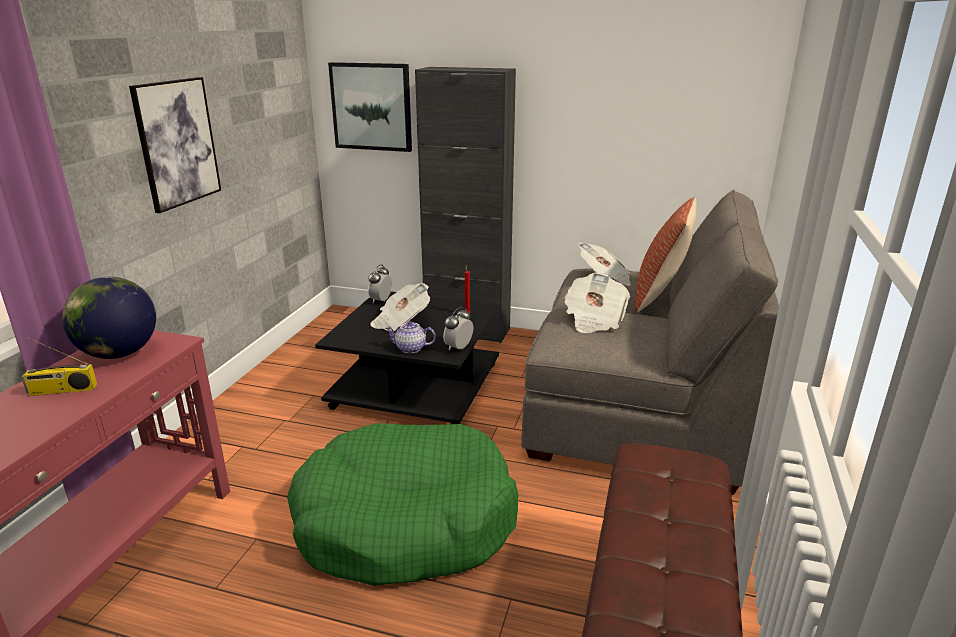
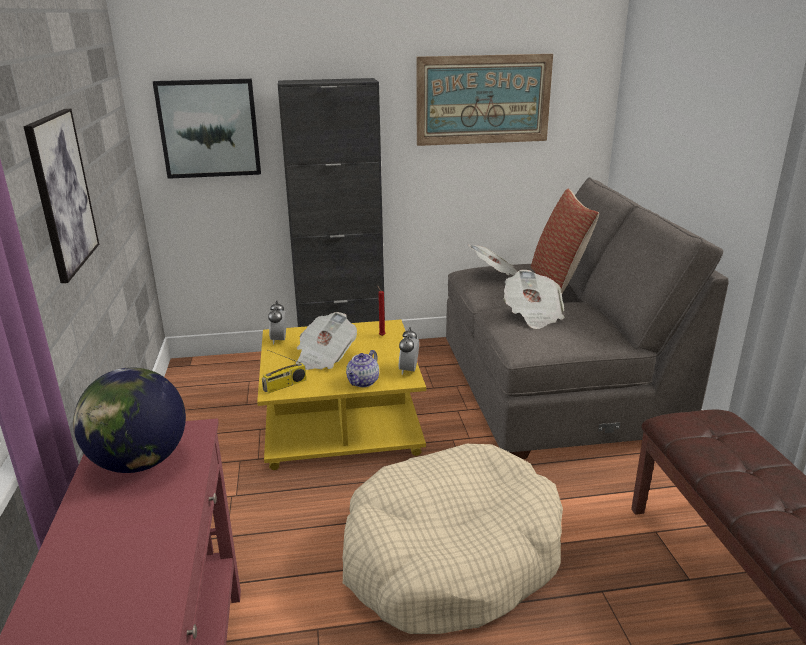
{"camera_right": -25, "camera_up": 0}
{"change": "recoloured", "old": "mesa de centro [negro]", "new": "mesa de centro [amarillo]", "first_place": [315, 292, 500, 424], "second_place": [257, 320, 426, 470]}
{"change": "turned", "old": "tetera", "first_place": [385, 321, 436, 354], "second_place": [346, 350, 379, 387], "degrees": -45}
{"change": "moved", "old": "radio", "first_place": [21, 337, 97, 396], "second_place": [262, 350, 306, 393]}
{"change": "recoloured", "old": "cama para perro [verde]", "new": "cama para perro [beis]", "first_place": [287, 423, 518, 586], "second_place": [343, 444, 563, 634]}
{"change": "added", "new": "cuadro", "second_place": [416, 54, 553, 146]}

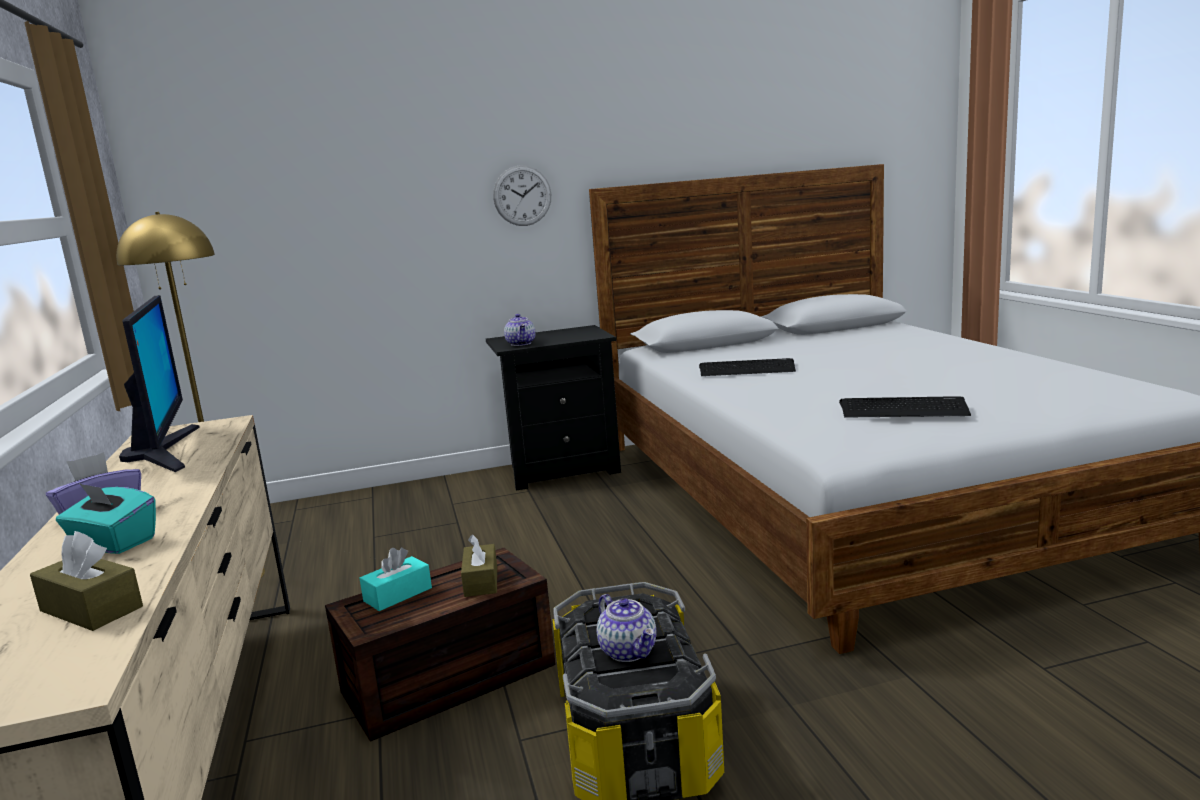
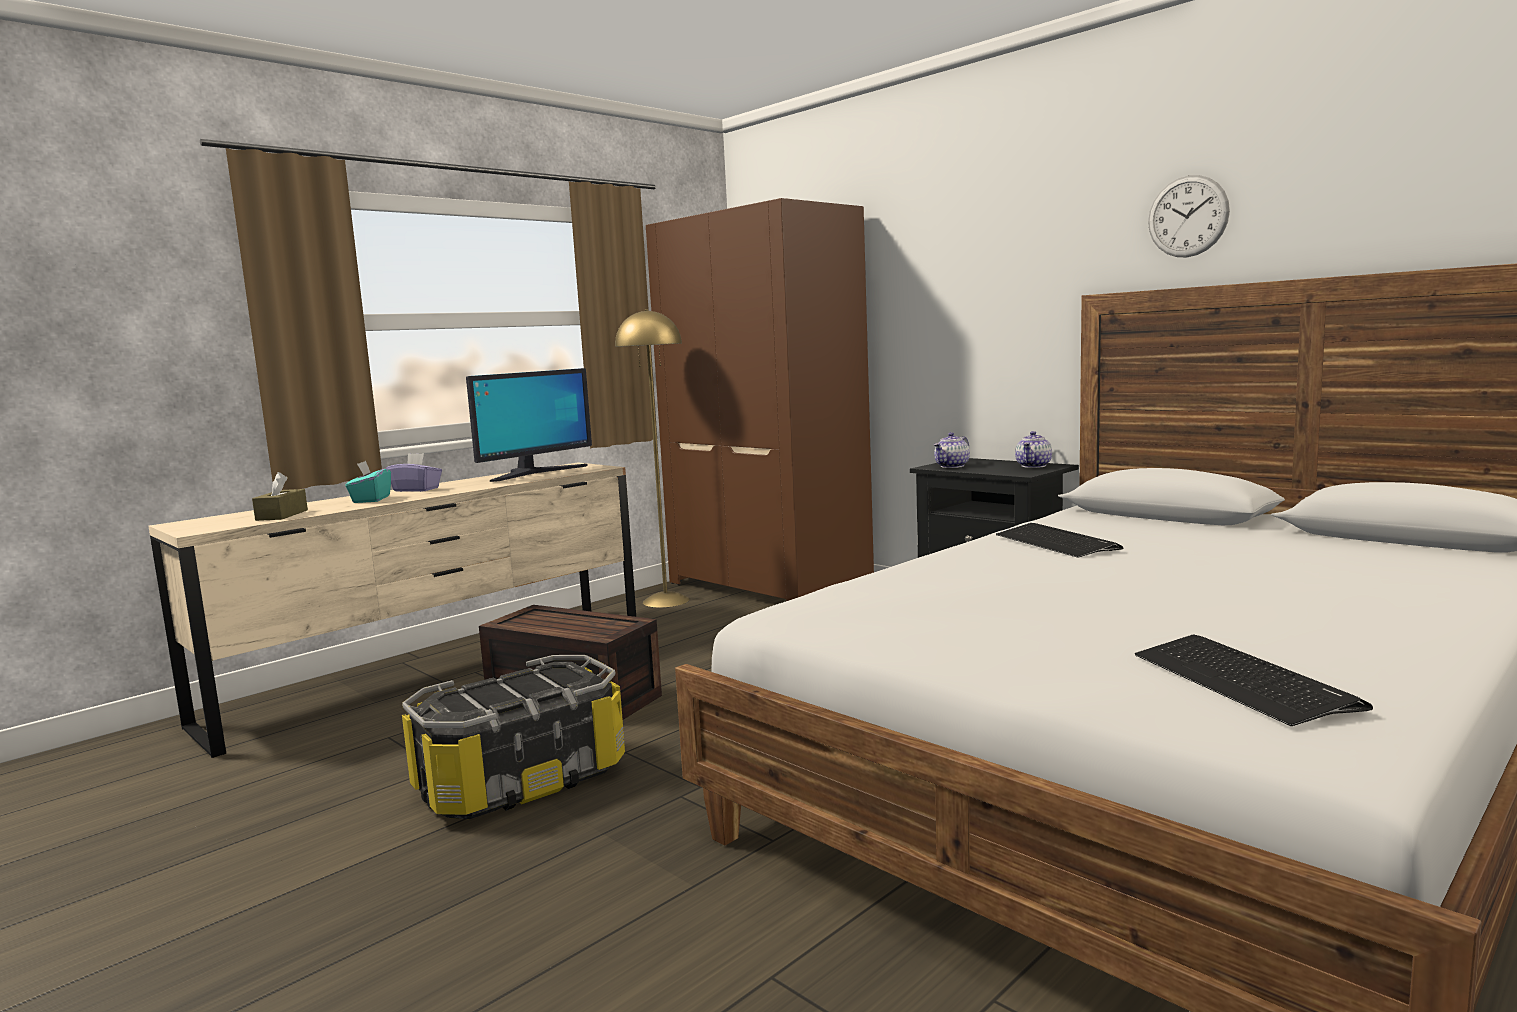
{"camera_right": 60, "camera_up": -5}
{"change": "moved", "old": "reloj de pared", "first_place": [493, 165, 551, 226], "second_place": [1148, 175, 1230, 257]}
{"change": "moved", "old": "teclado", "first_place": [839, 396, 971, 418], "second_place": [1135, 635, 1373, 726]}
{"change": "removed", "old": "caja de pañuelos [marrón]", "first_place": [461, 534, 497, 597]}
{"change": "removed", "old": "caja de pañuelos [turquesa]", "first_place": [359, 548, 432, 611]}
{"change": "moved", "old": "tetera", "first_place": [596, 594, 656, 662], "second_place": [1015, 431, 1052, 468]}
{"change": "added", "new": "armario ropero [marrón]", "second_place": [646, 198, 874, 601]}

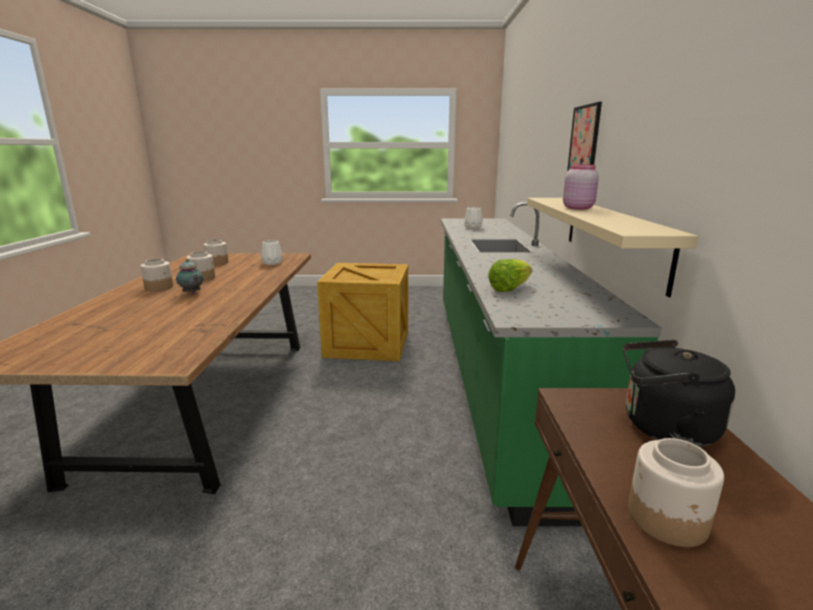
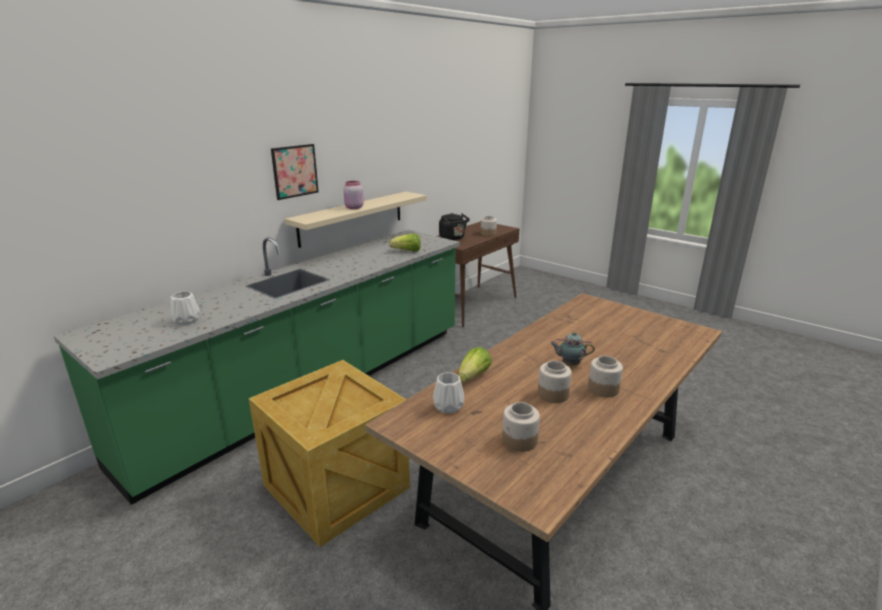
{"camera_right": -140, "camera_up": 5}
{"change": "turned", "old": "tetera", "first_place": [176, 259, 204, 294], "second_place": [550, 332, 595, 365], "degrees": -75}
{"change": "added", "new": "lechuga", "second_place": [459, 347, 492, 382]}

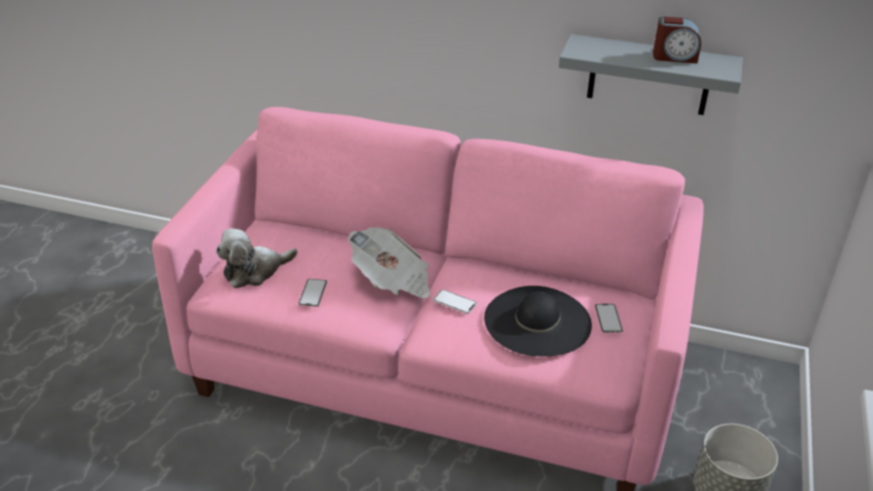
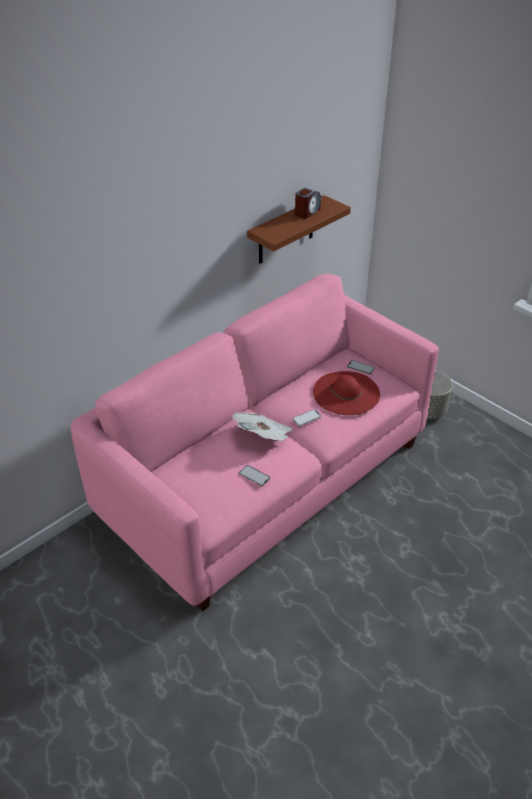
{"camera_right": -60, "camera_up": 5}
{"change": "recoloured", "old": "estante [gris]", "new": "estante [marrón]", "first_place": [559, 34, 743, 115], "second_place": [247, 195, 351, 264]}
{"change": "removed", "old": "peluche", "first_place": [216, 228, 298, 288]}
{"change": "recoloured", "old": "sombrero [negro]", "new": "sombrero [rojo]", "first_place": [484, 286, 592, 356], "second_place": [313, 371, 380, 415]}

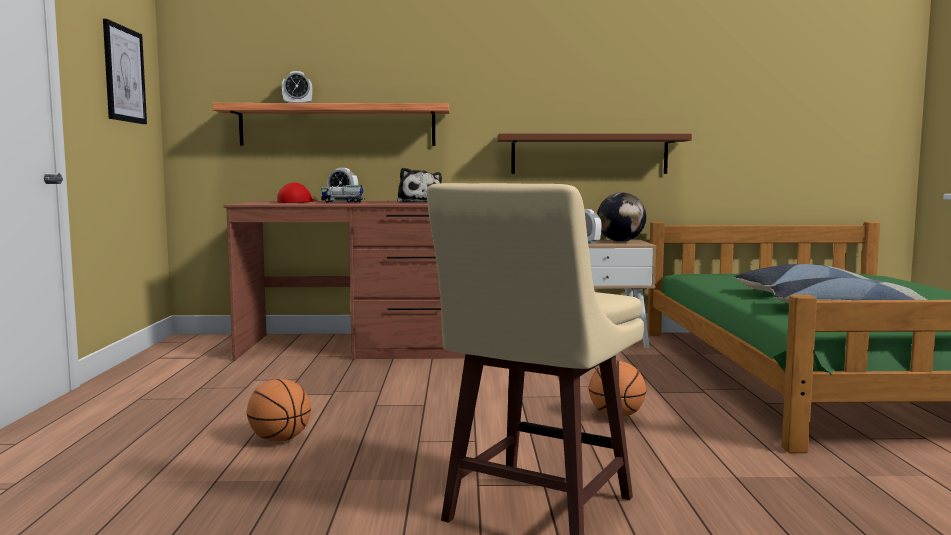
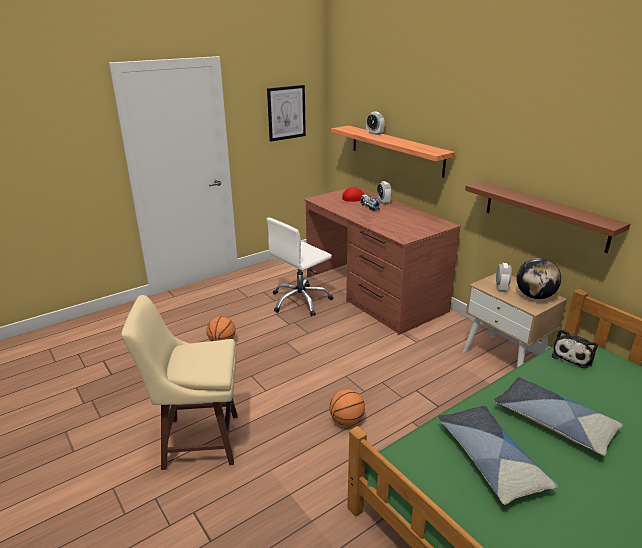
{"camera_right": 55, "camera_up": 20}
{"change": "moved", "old": "peluche", "first_place": [397, 168, 442, 203], "second_place": [552, 329, 598, 368]}
{"change": "added", "new": "silla de oficina [blanco]", "second_place": [267, 217, 333, 316]}

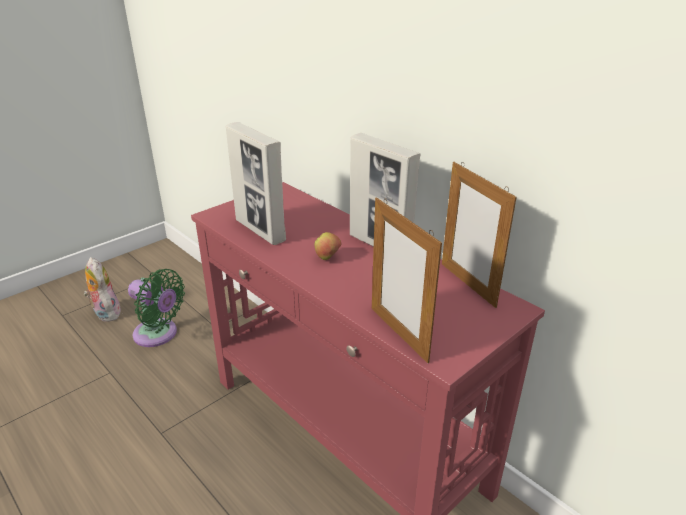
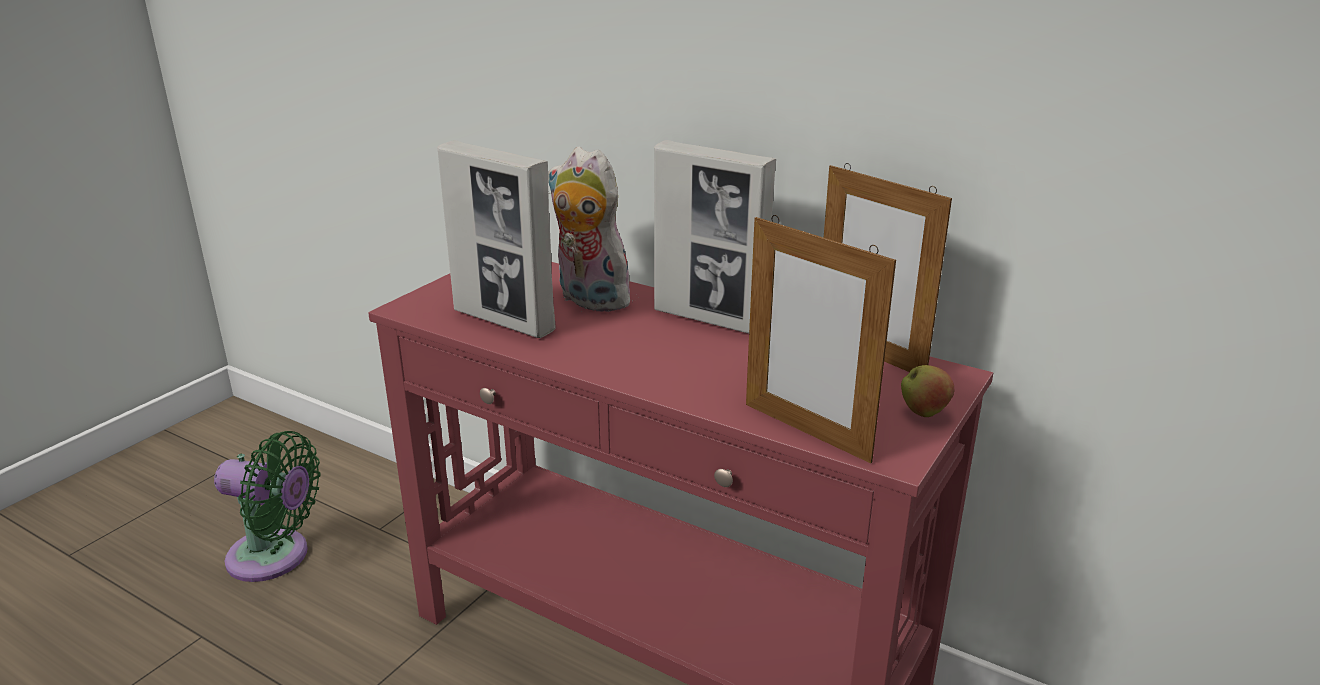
{"camera_right": -15, "camera_up": -5}
{"change": "moved", "old": "manzana", "first_place": [315, 232, 342, 260], "second_place": [901, 365, 955, 417]}
{"change": "moved", "old": "peluche", "first_place": [84, 257, 121, 322], "second_place": [548, 147, 637, 312]}

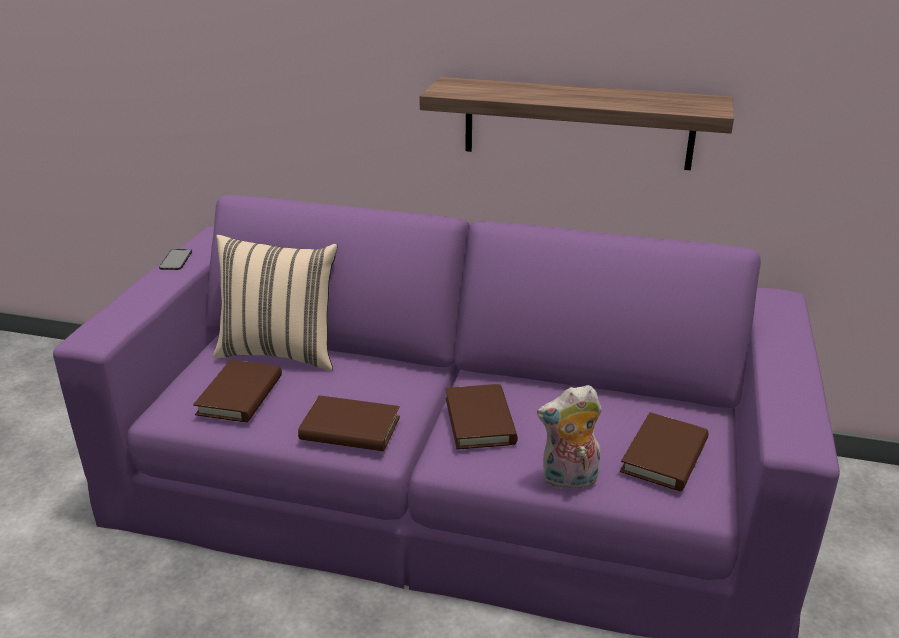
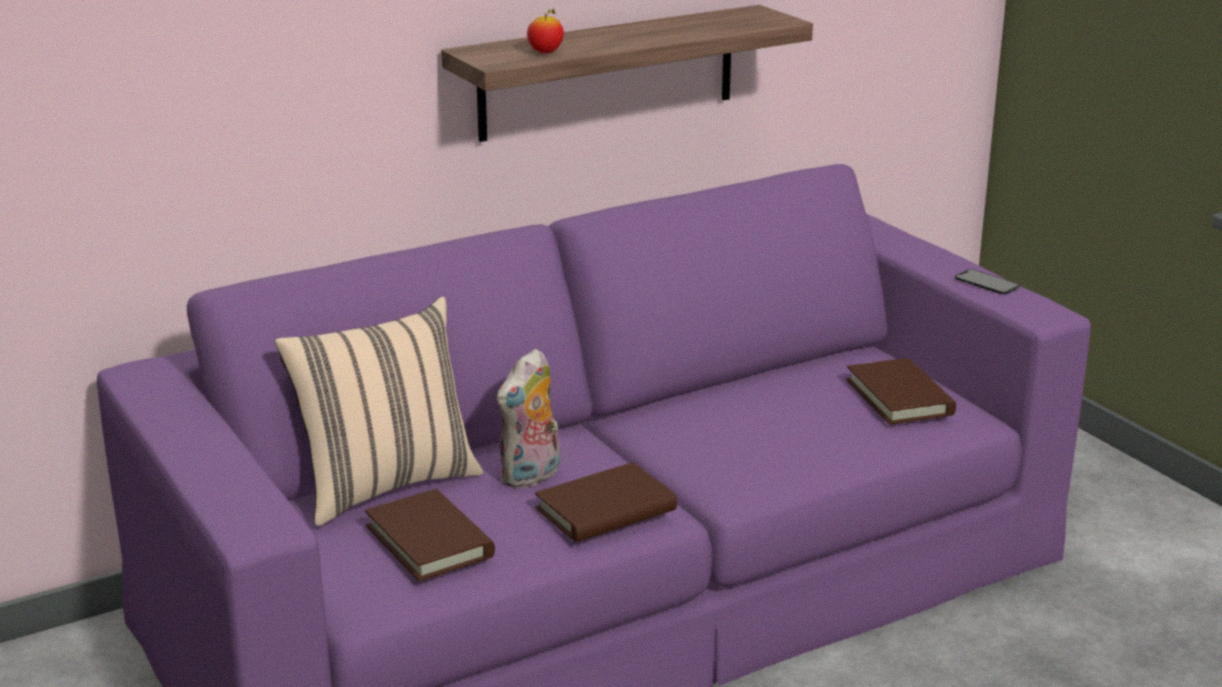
{"camera_right": -45, "camera_up": -5}
{"change": "moved", "old": "móvil", "first_place": [159, 249, 192, 270], "second_place": [955, 269, 1020, 295]}
{"change": "removed", "old": "libro [marrón]", "first_place": [446, 384, 518, 450]}
{"change": "moved", "old": "peluche", "first_place": [537, 385, 602, 491], "second_place": [497, 349, 560, 489]}
{"change": "added", "new": "manzana", "second_place": [527, 9, 564, 53]}

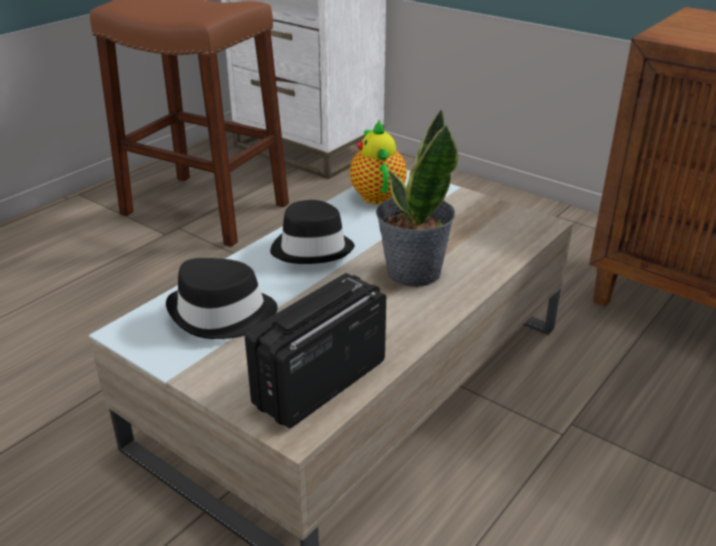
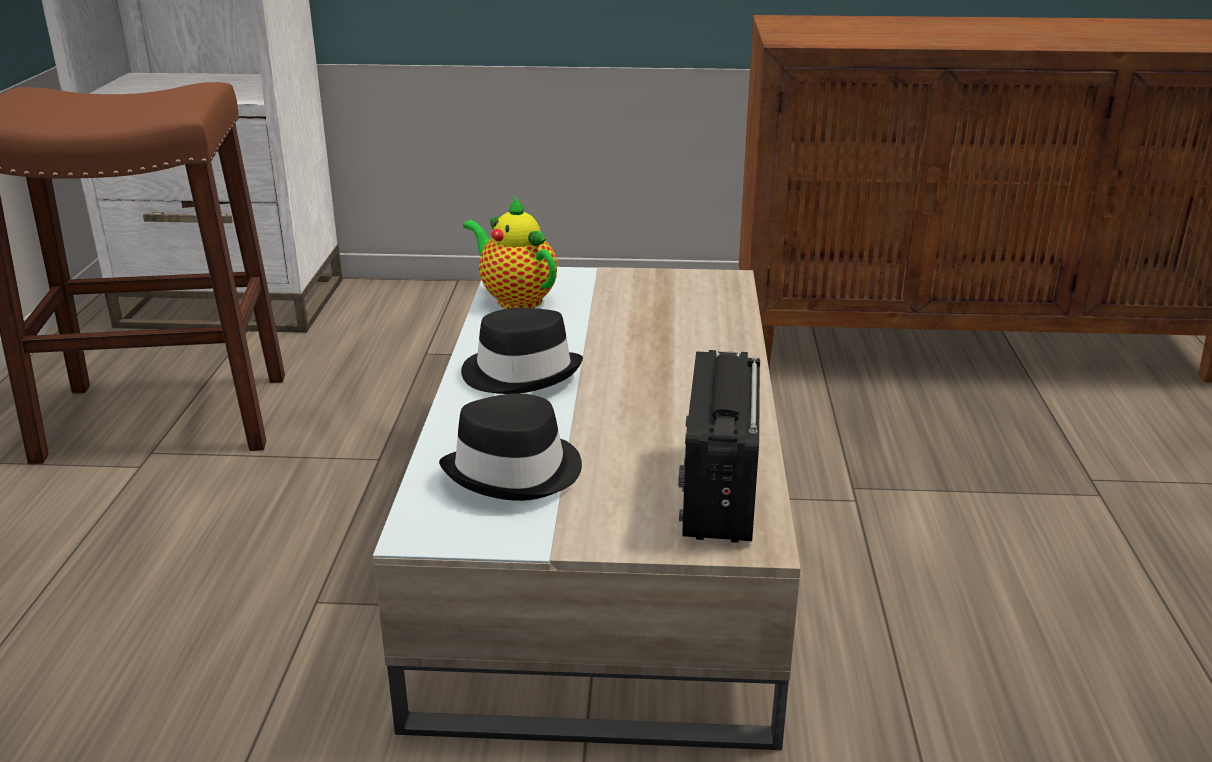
{"camera_right": -35, "camera_up": -5}
{"change": "removed", "old": "planta en maceta", "first_place": [376, 108, 458, 287]}

